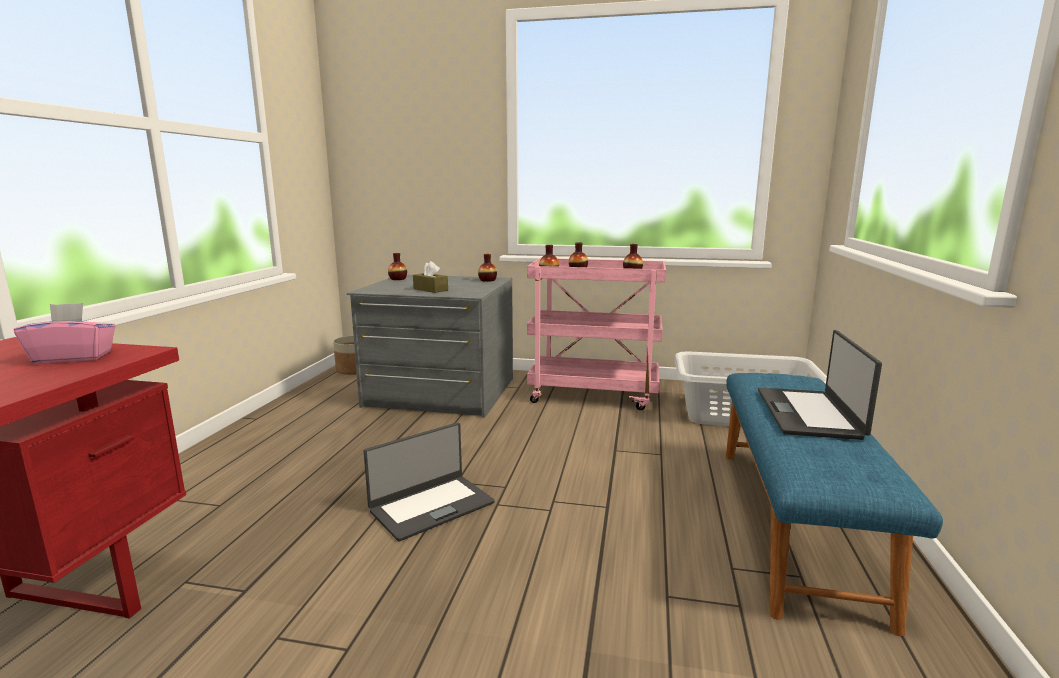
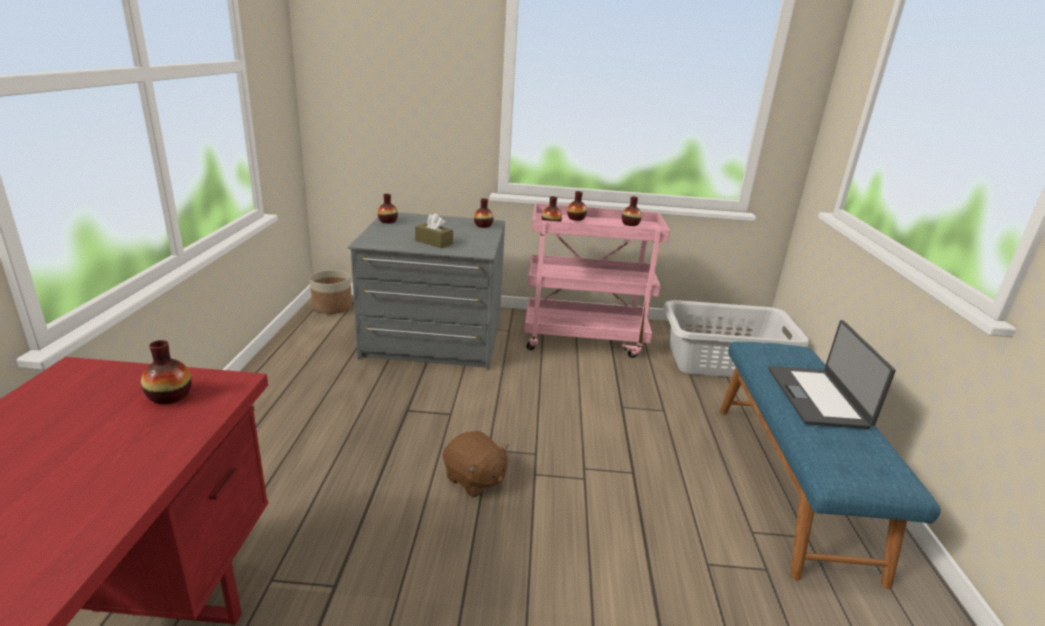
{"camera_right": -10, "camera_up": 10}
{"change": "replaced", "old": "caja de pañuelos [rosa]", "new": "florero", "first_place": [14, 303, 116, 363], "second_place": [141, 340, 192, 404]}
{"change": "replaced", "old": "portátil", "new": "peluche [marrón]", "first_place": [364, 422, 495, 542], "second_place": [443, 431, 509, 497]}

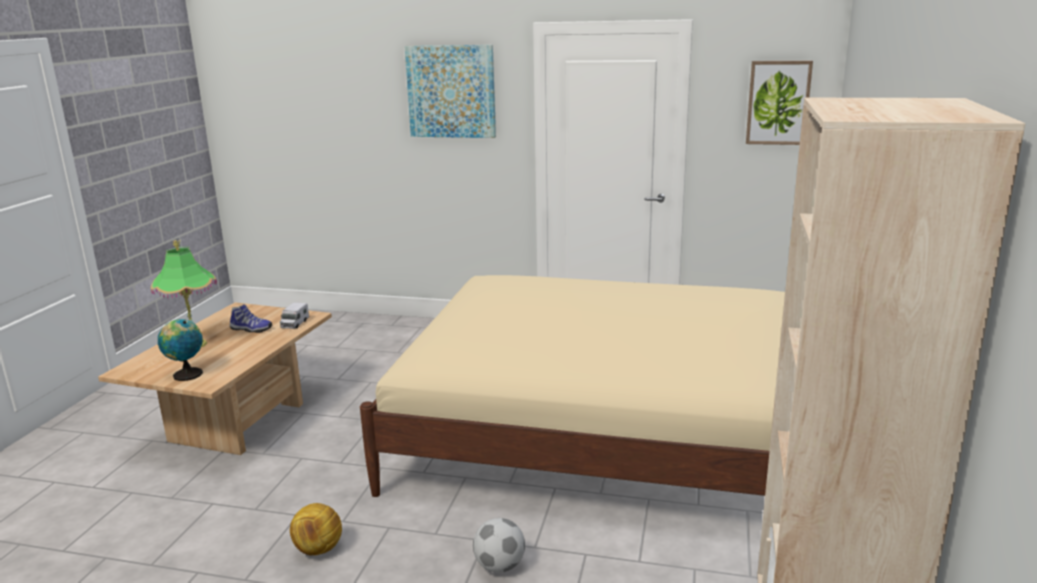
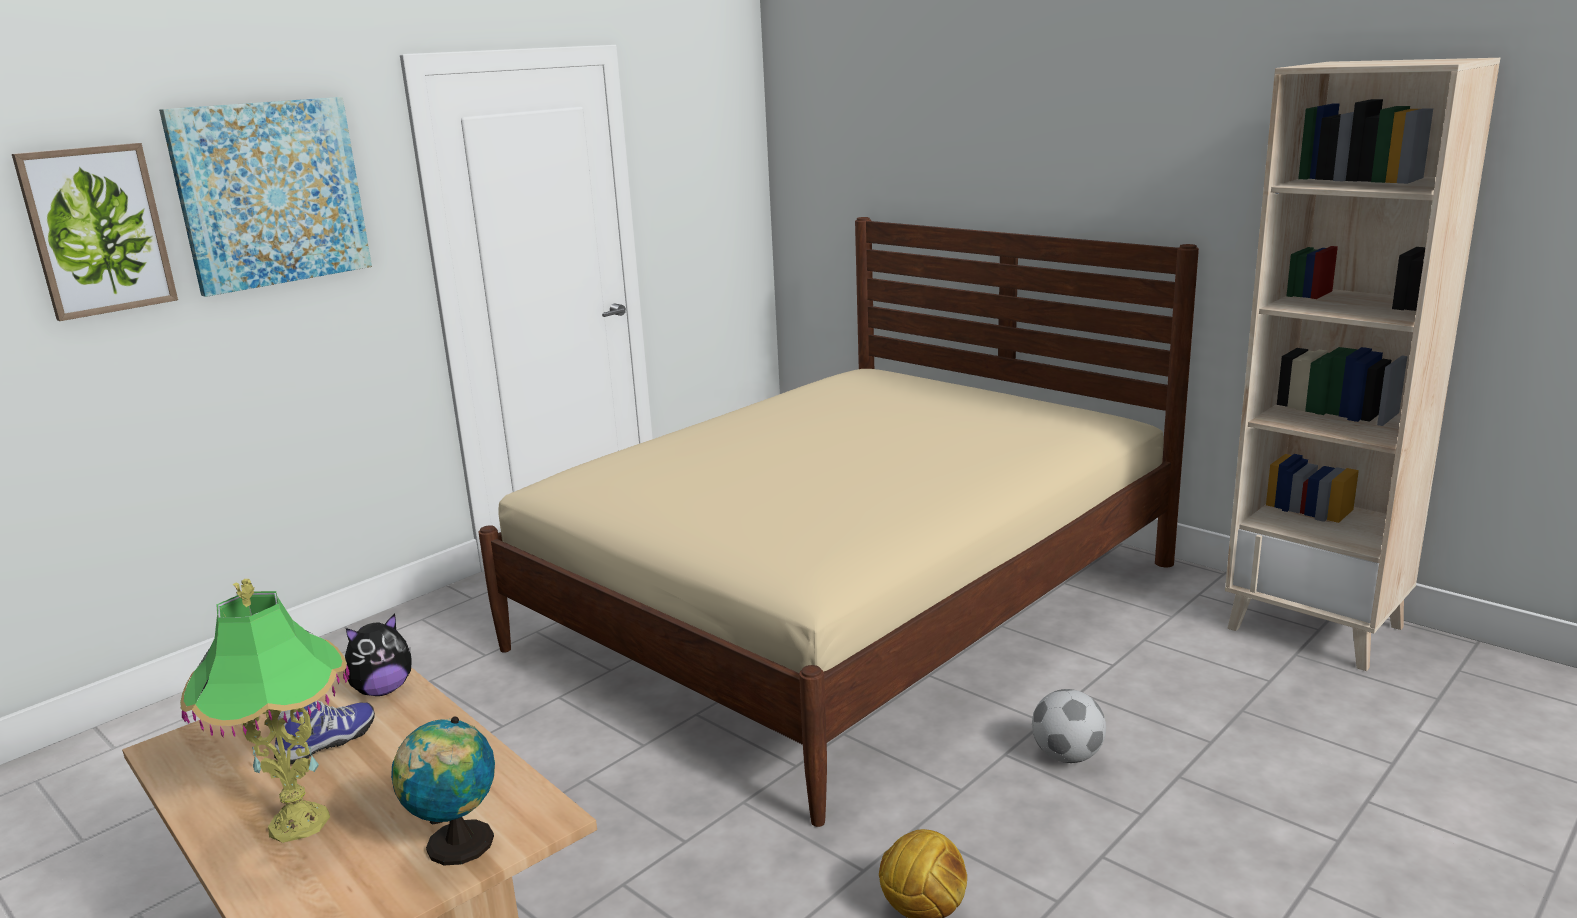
{"camera_right": -60, "camera_up": 0}
{"change": "moved", "old": "cuadro", "first_place": [746, 61, 813, 145], "second_place": [12, 143, 178, 321]}
{"change": "replaced", "old": "camión de juguete", "new": "peluche", "first_place": [280, 302, 309, 329], "second_place": [345, 614, 412, 696]}

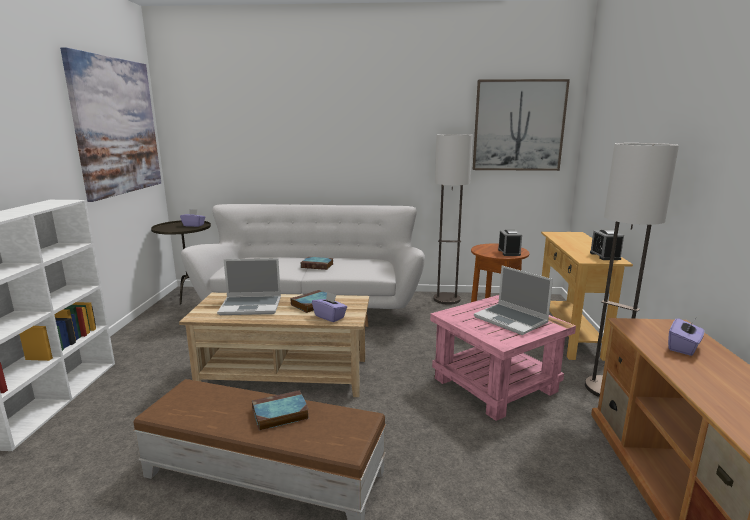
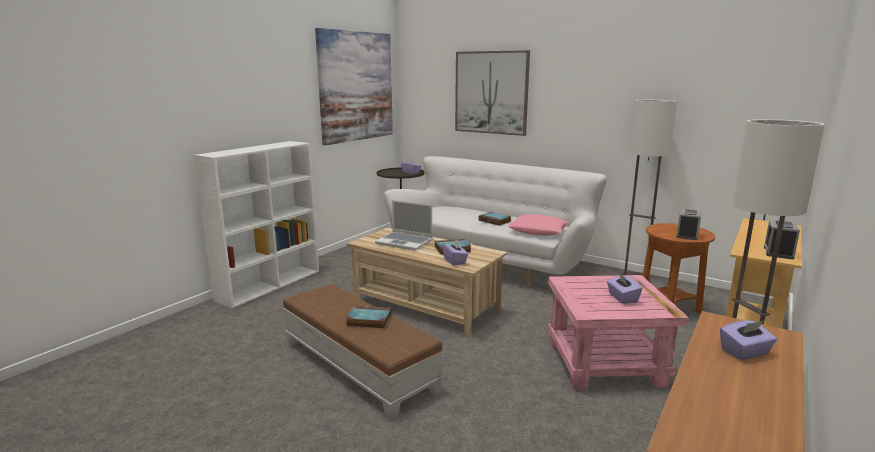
{"camera_right": 30, "camera_up": 0}
{"change": "moved", "old": "cuadro", "first_place": [472, 79, 570, 171], "second_place": [455, 50, 530, 136]}
{"change": "replaced", "old": "portátil", "new": "caja de pañuelos [morado]", "first_place": [474, 266, 553, 335], "second_place": [607, 273, 642, 304]}
{"change": "added", "new": "cojín [rosa]", "second_place": [508, 214, 569, 236]}

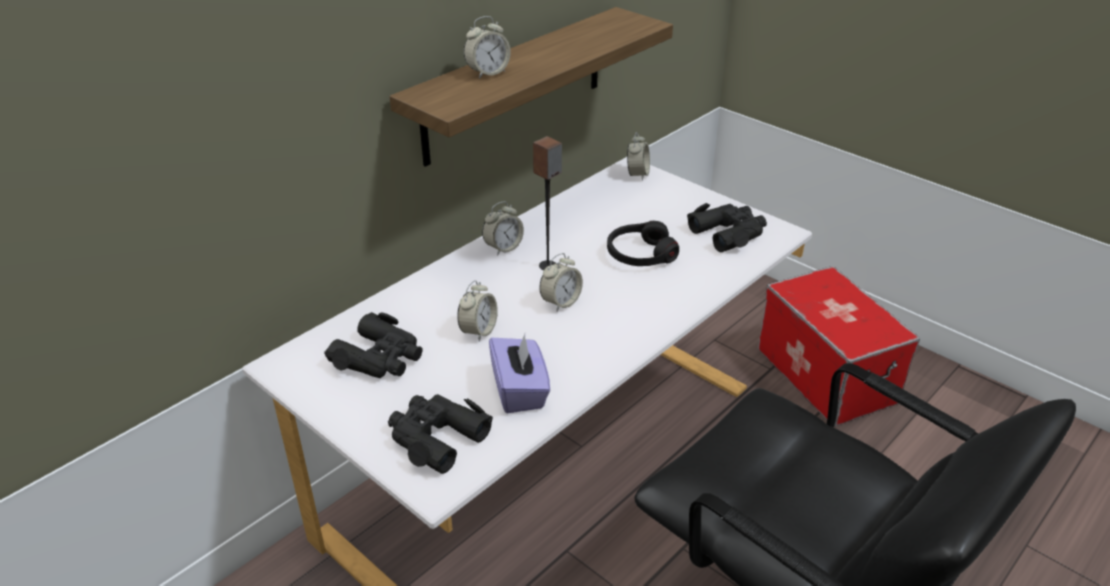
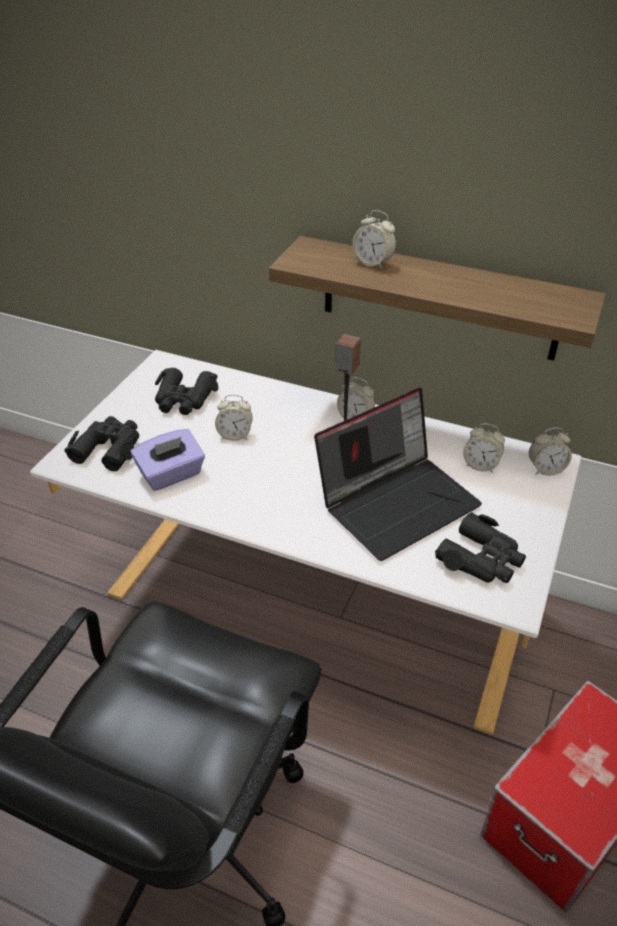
{"camera_right": 70, "camera_up": 5}
{"change": "replaced", "old": "auriculares [negro]", "new": "portátil", "first_place": [607, 221, 679, 266], "second_place": [314, 388, 482, 561]}
{"change": "moved", "old": "despertador", "first_place": [539, 253, 583, 312], "second_place": [463, 424, 505, 472]}

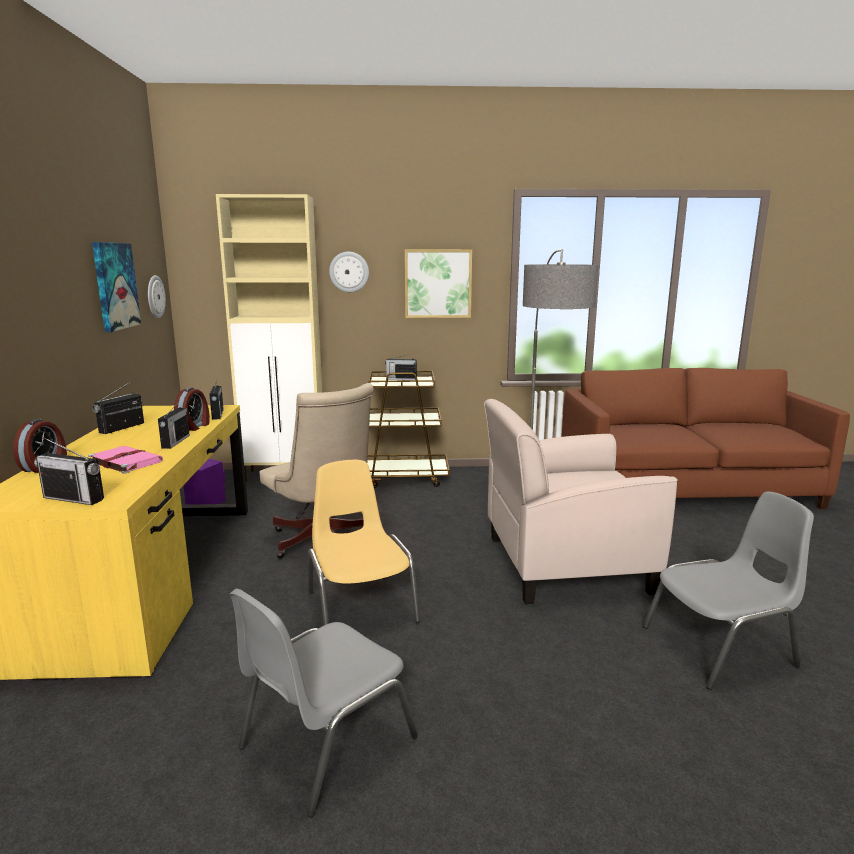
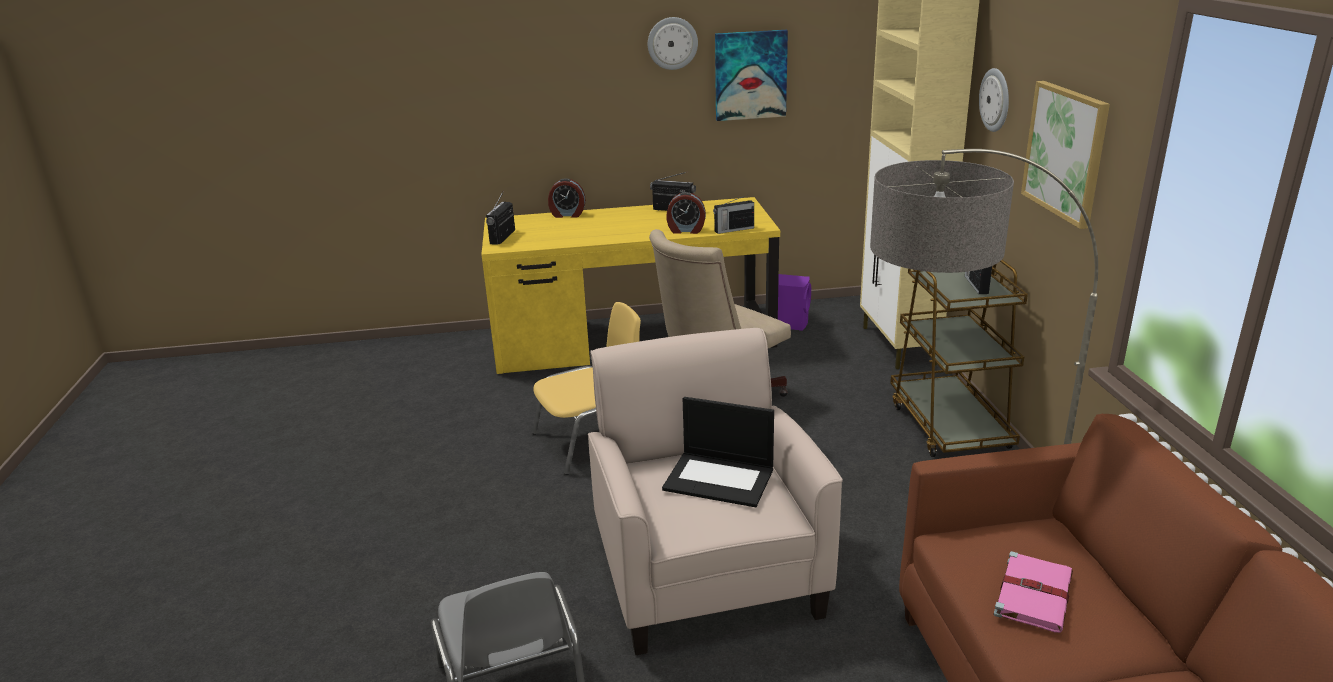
{"camera_right": 85, "camera_up": 10}
{"change": "moved", "old": "reloj de pared", "first_place": [148, 275, 166, 318], "second_place": [648, 17, 698, 70]}
{"change": "removed", "old": "radio", "first_place": [158, 404, 190, 449]}
{"change": "moved", "old": "libro [rosa]", "first_place": [88, 446, 163, 474], "second_place": [993, 551, 1073, 633]}
{"change": "removed", "old": "silla [gris]", "first_place": [230, 589, 418, 818]}
{"change": "added", "new": "portátil", "second_place": [662, 397, 774, 507]}

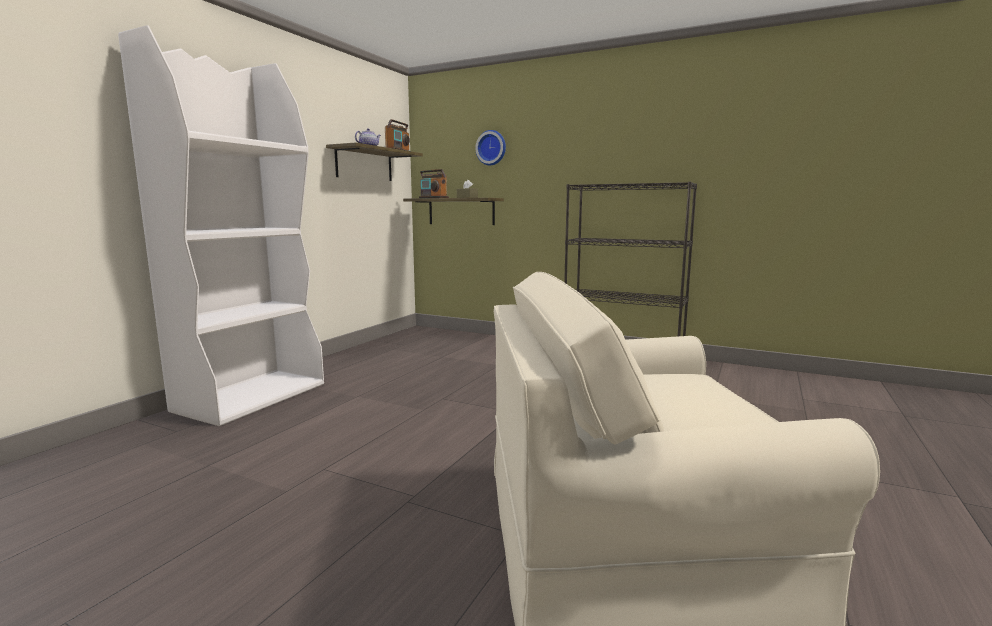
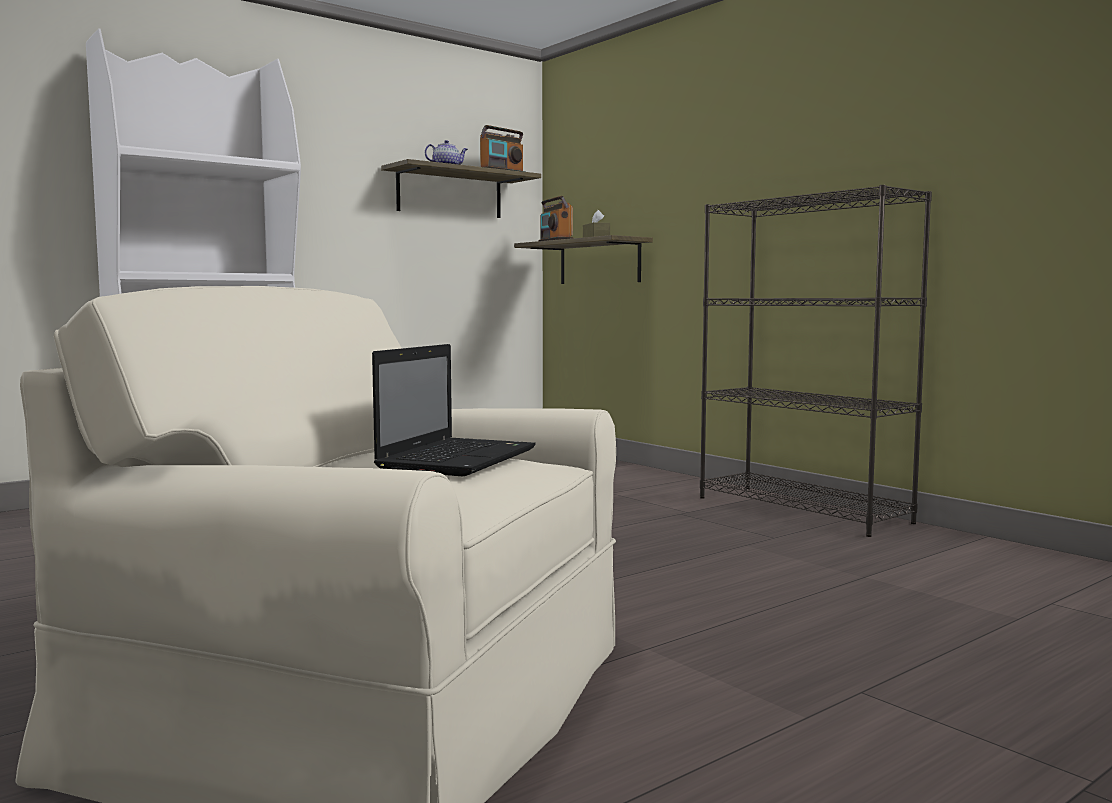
{"camera_right": 25, "camera_up": -5}
{"change": "removed", "old": "reloj de pared", "first_place": [475, 130, 506, 165]}
{"change": "added", "new": "portátil", "second_place": [372, 344, 536, 476]}

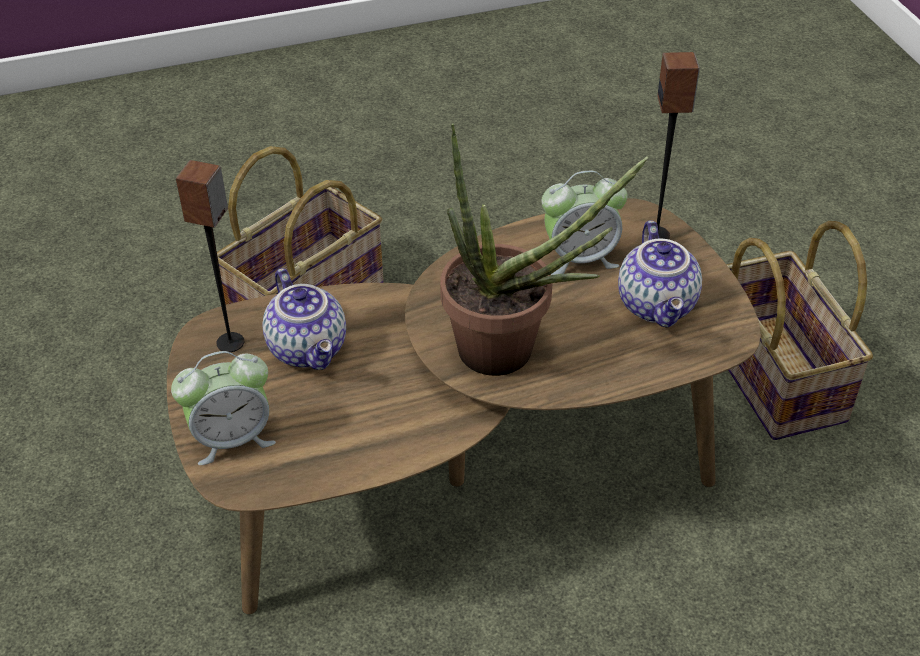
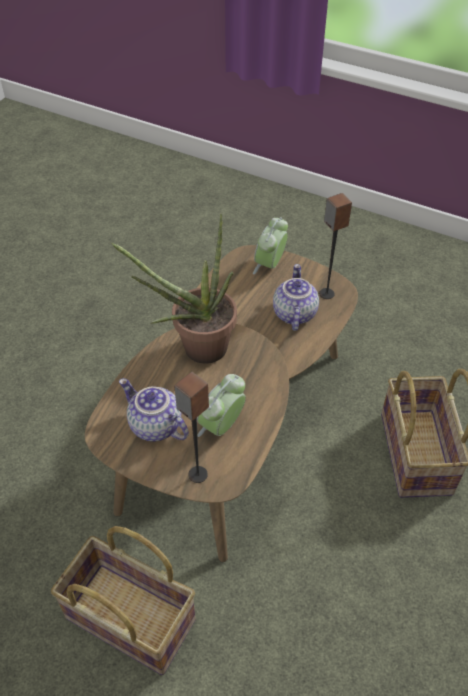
{"camera_right": 135, "camera_up": 5}
{"change": "turned", "old": "tetera", "first_place": [262, 268, 346, 370], "second_place": [273, 264, 319, 331], "degrees": 75}

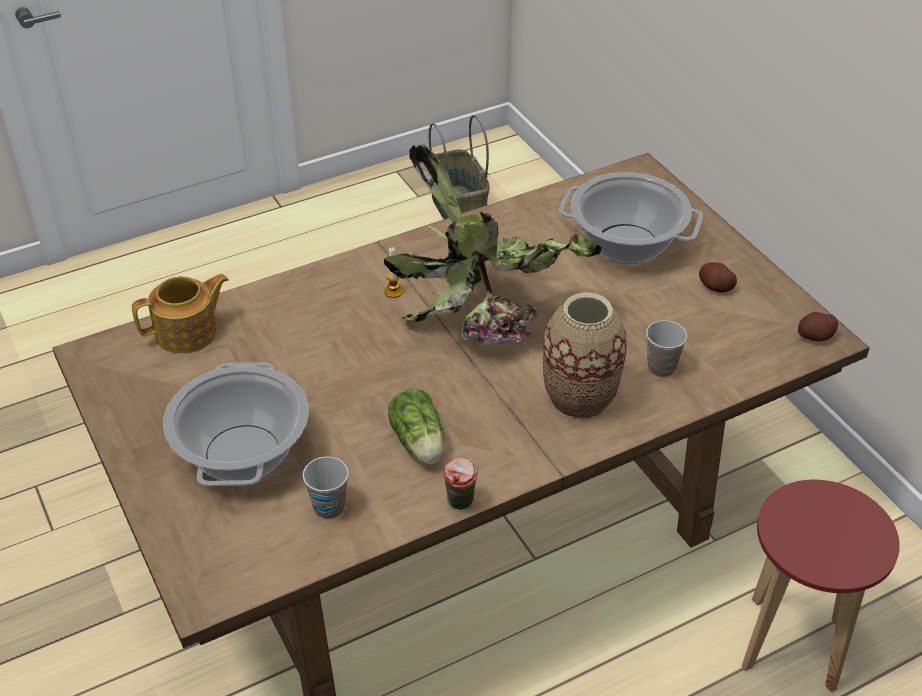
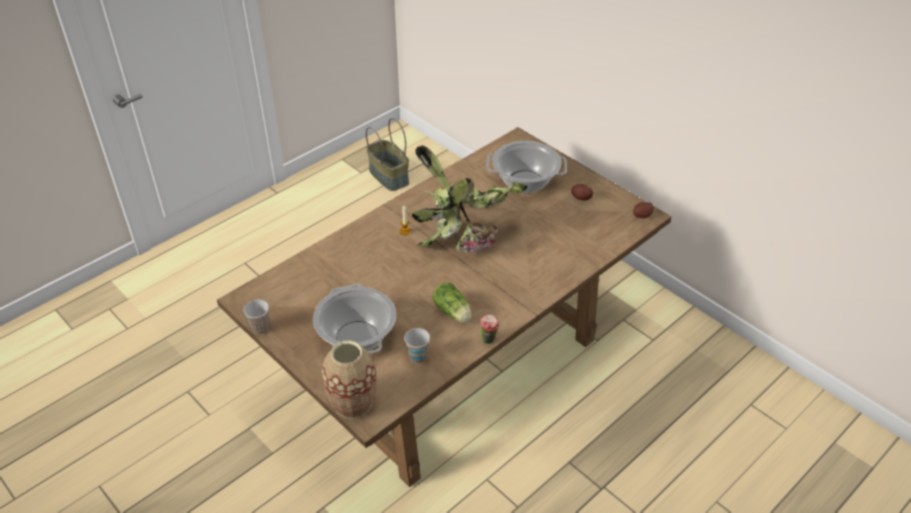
{"camera_right": -15, "camera_up": 0}
{"change": "removed", "old": "tetera", "first_place": [132, 274, 229, 353]}
{"change": "moved", "old": "florero", "first_place": [543, 292, 627, 419], "second_place": [322, 340, 377, 419]}
{"change": "moved", "old": "taza", "first_place": [646, 320, 687, 377], "second_place": [244, 300, 269, 334]}
{"change": "removed", "old": "taburete [rojo]", "first_place": [742, 480, 900, 692]}

